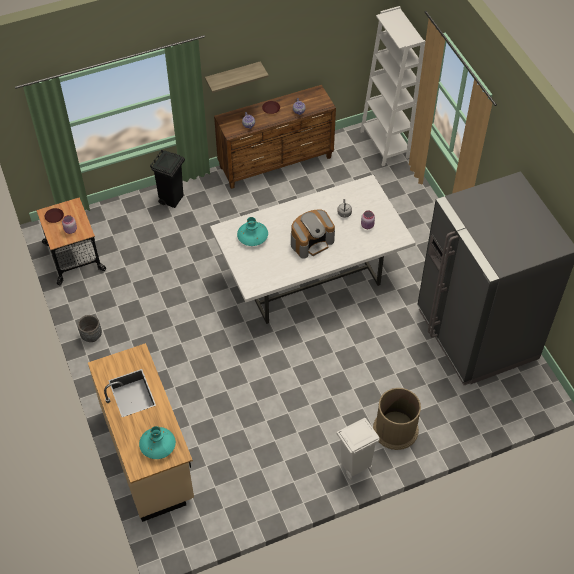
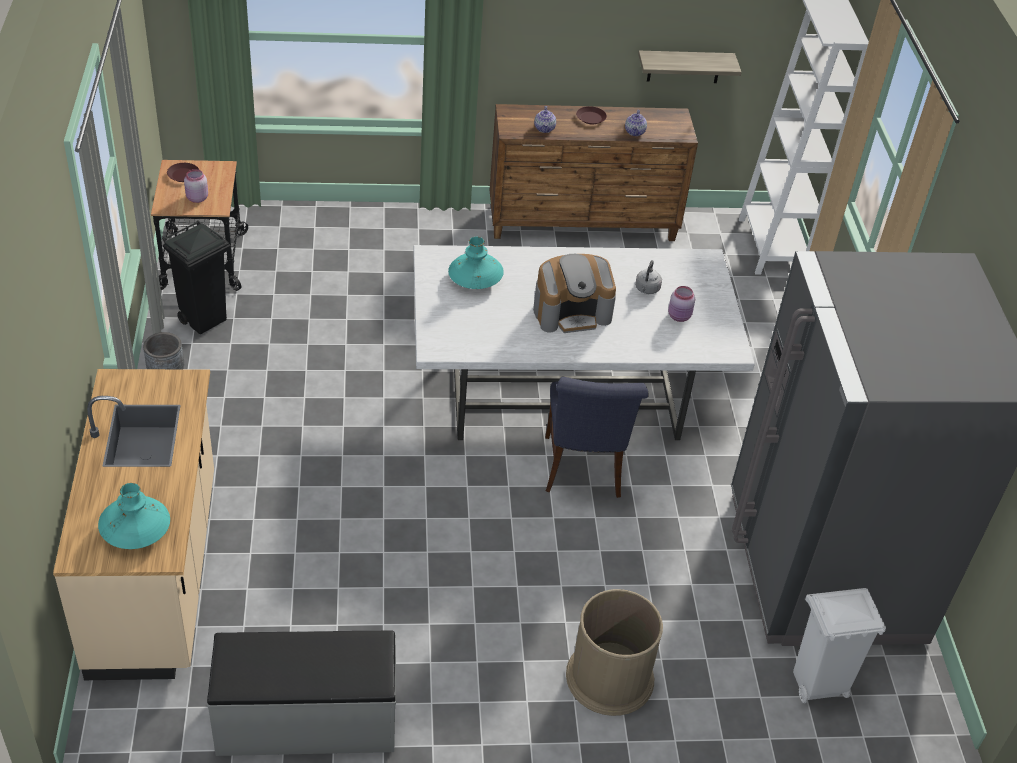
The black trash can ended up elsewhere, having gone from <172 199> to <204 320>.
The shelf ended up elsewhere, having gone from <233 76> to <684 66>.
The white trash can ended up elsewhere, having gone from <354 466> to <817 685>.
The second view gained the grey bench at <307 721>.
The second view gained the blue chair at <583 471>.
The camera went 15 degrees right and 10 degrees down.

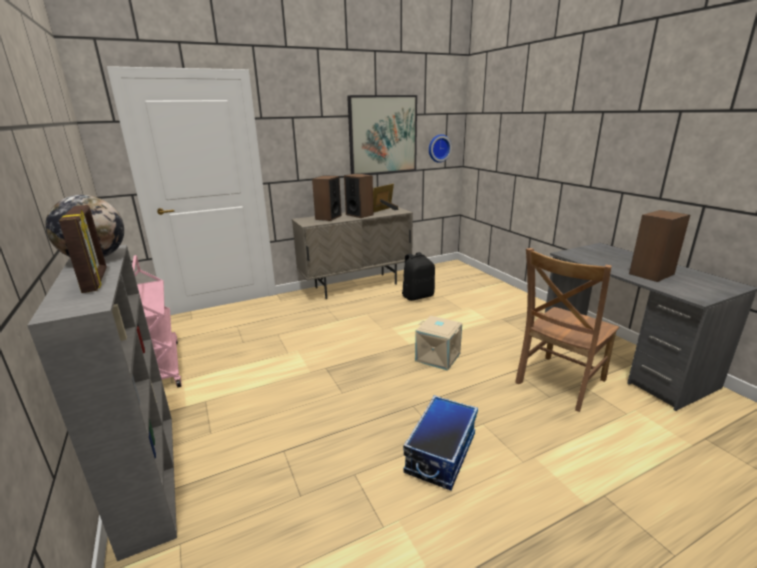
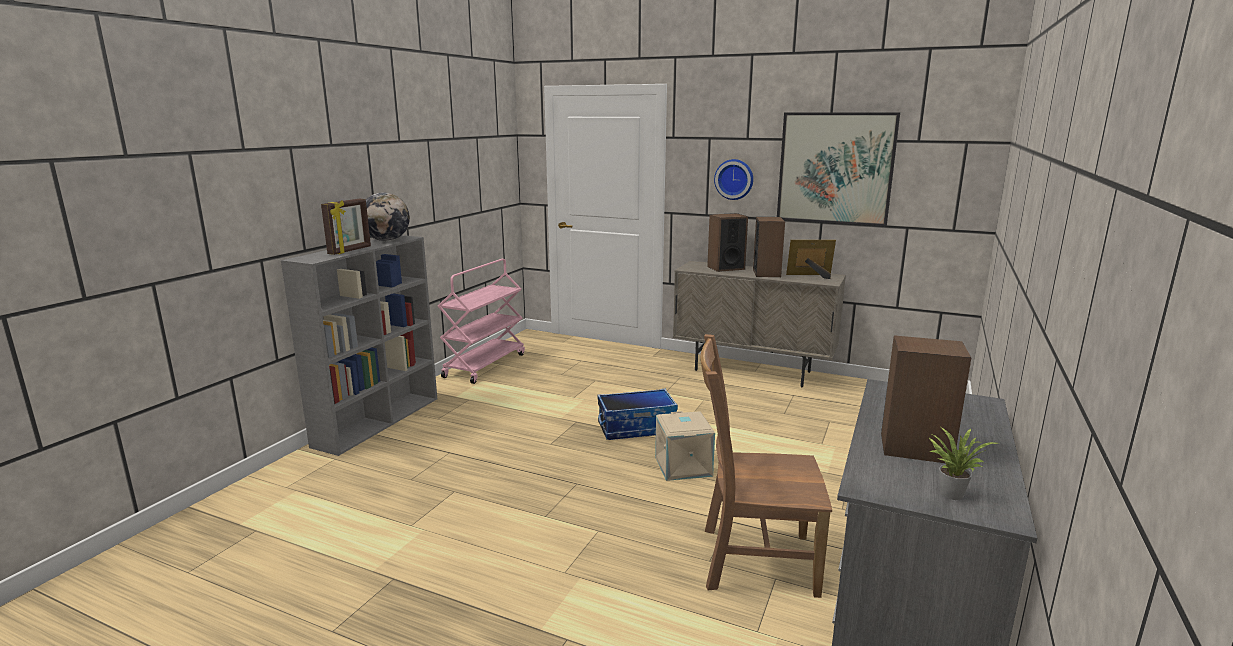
The second view lost the black backpack at <417 296>.
The storage box ended up elsewhere, having gone from <440 453> to <636 428>.
The wall clock ended up elsewhere, having gone from <438 148> to <734 179>.
The second view gained the potted plant at <950 492>.
The camera went 50 degrees right and 5 degrees down.

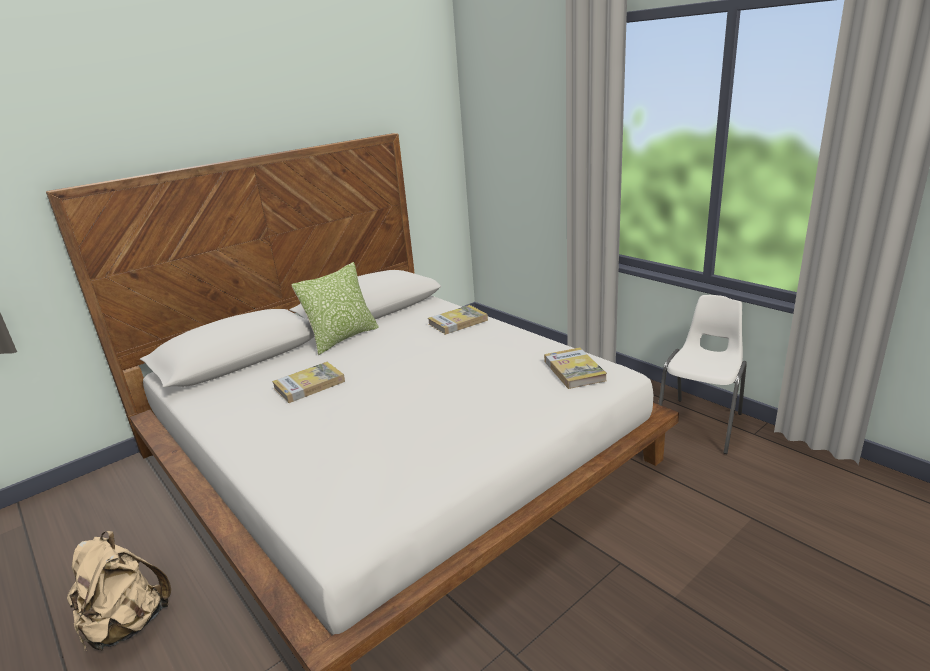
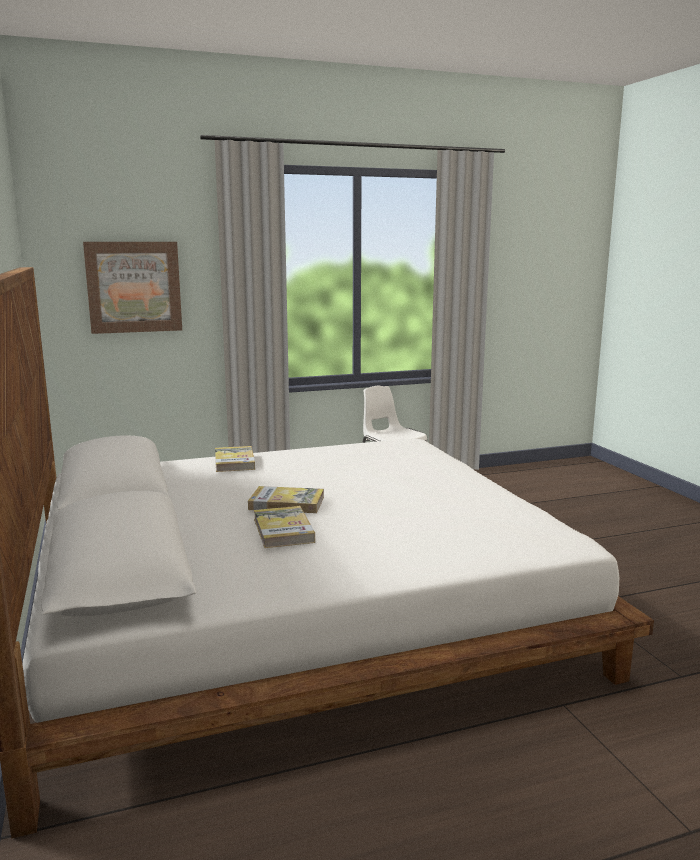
The second view lost the beige backpack at <127 624>.
The second view lost the pillow at <343 338>.
The book ended up elsewhere, having gone from <574 370> to <286 503>.
The second view gained the picture at <134 287>.
The camera went 70 degrees left and 10 degrees down.

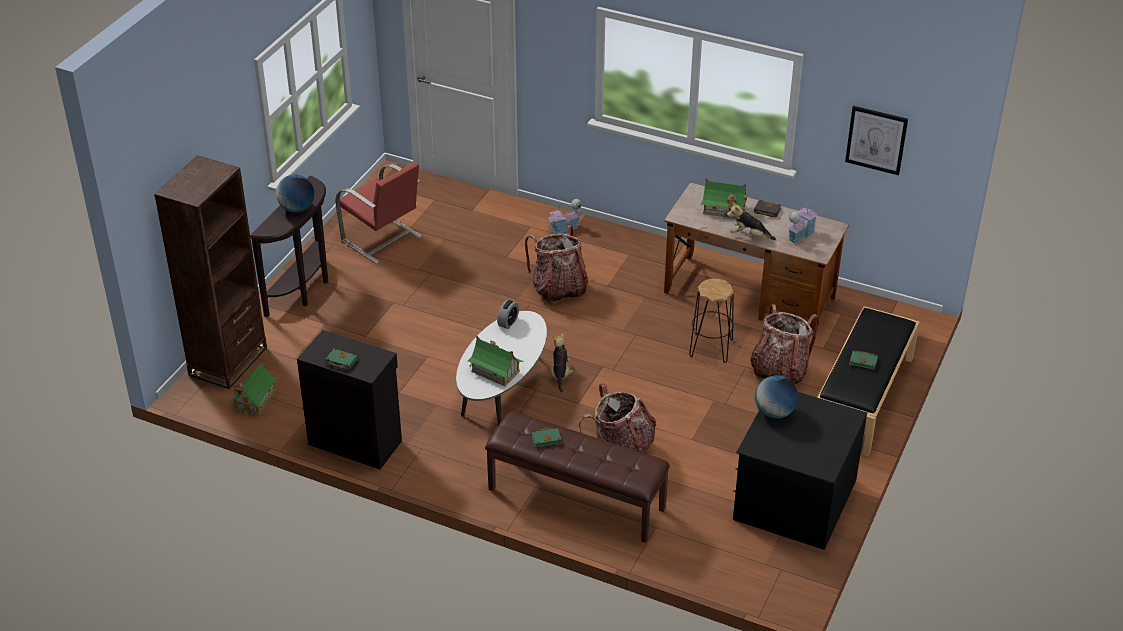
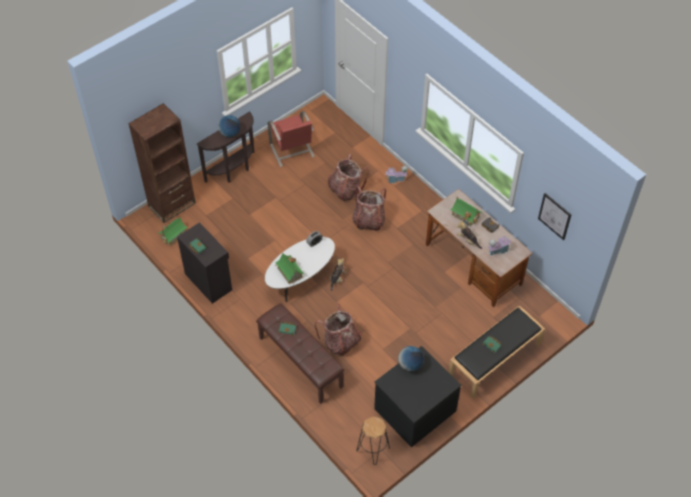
The black stool ended up elsewhere, having gone from <710 348> to <372 449>.
The backpack ended up elsewhere, having gone from <779 370> to <345 189>.
The camera went 25 degrees right and 15 degrees up.

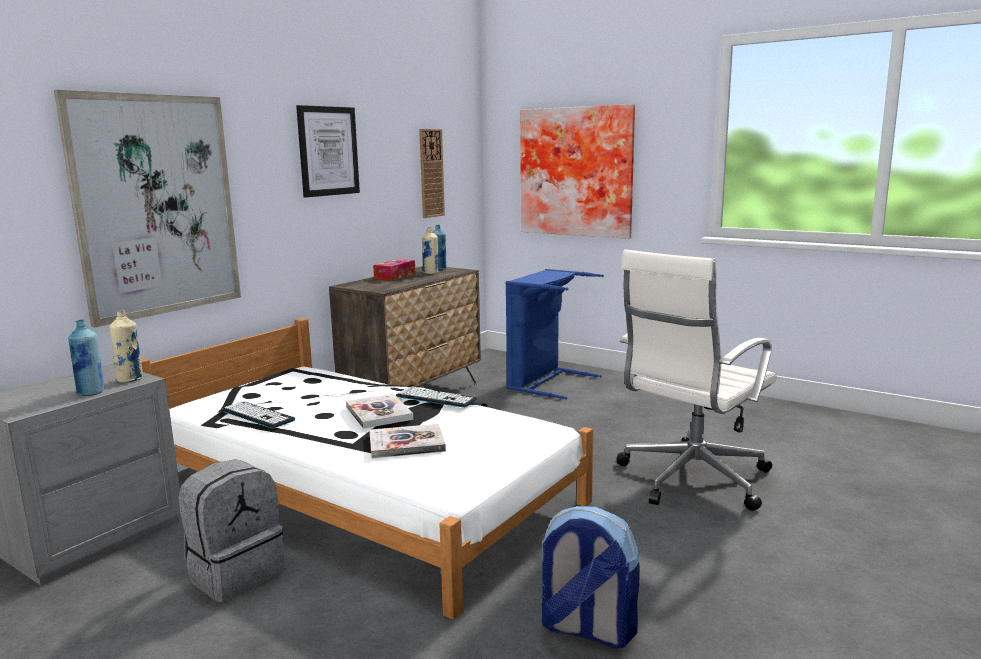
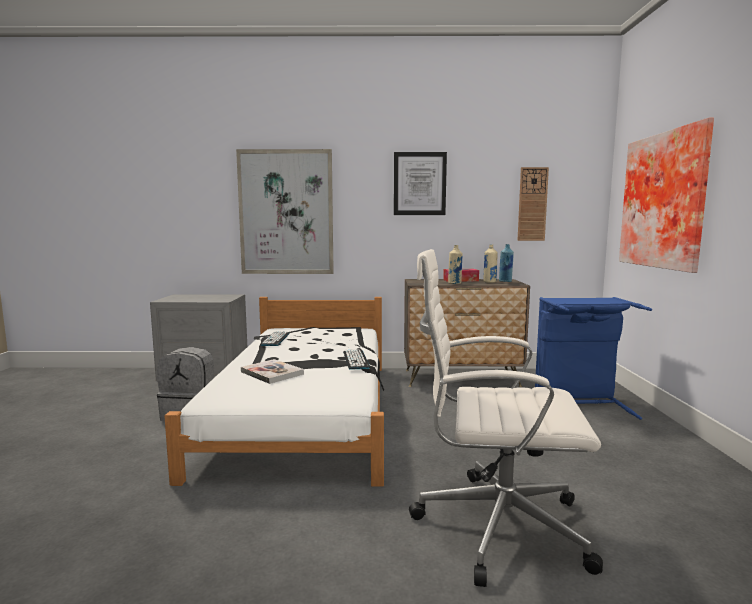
The second view lost the blue bottle at <91 392>.
The beige bottle ended up elsewhere, having gone from <130 379> to <454 283>.
The second view lost the book at <379 413>.
The second view lost the backpack at <586 629>.
The camera went 55 degrees right and 5 degrees down.

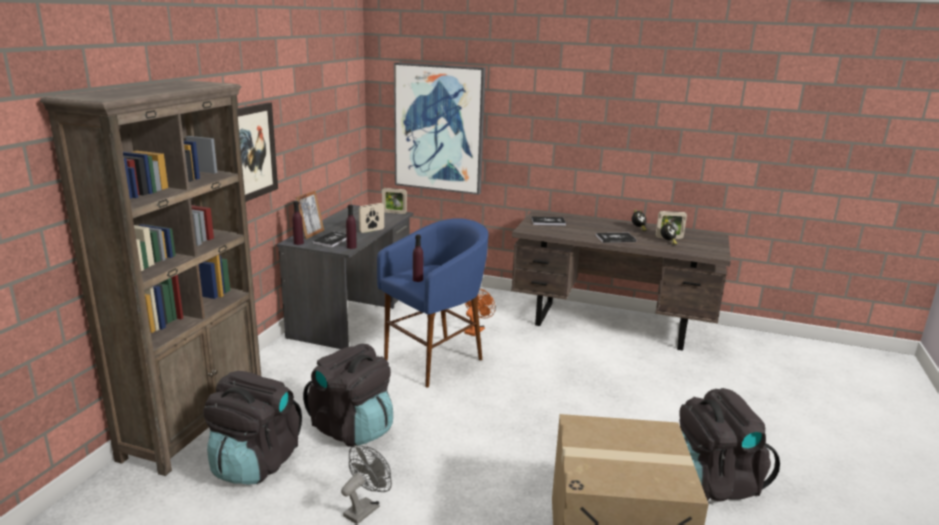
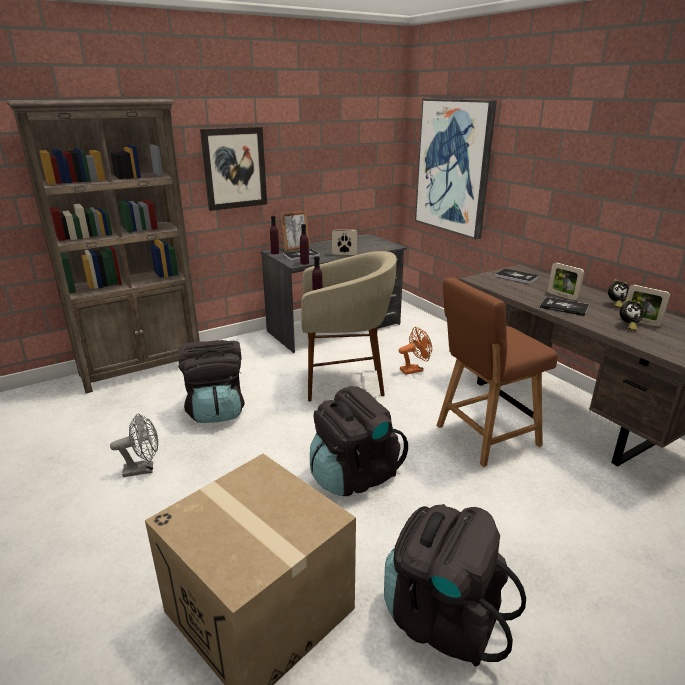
The black backpack ended up elsewhere, having gone from <255 462> to <354 475>.
What was the blue stool at <435 360> turned into the beige stool at <345 383>.
The picture frame ended up elsewhere, having gone from <394 212> to <562 296>.
The second view gained the brown chair at <483 437>.
The camera went 40 degrees right and 5 degrees up.

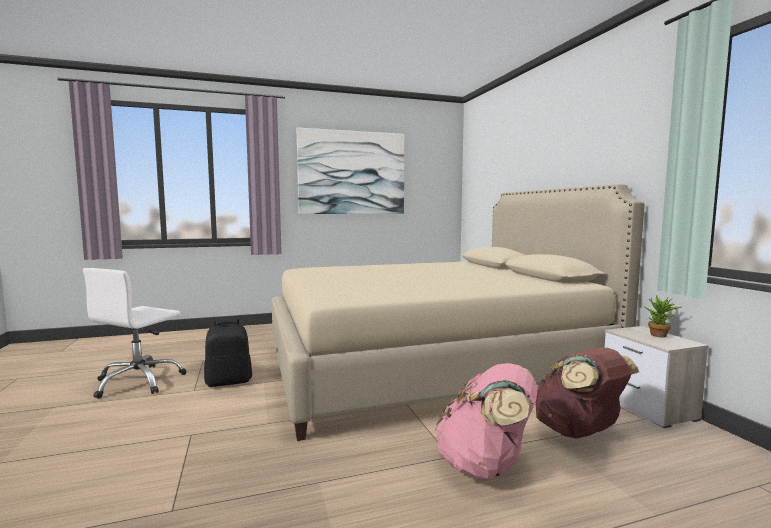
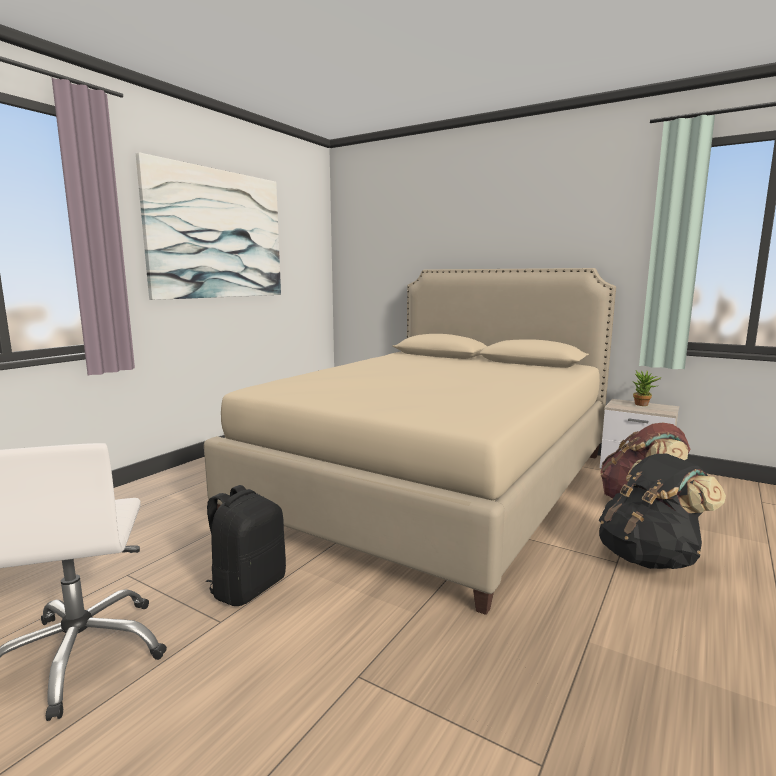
What was the pink backpack at <485 466> turned into the black backpack at <649 557>.
The camera went 40 degrees left and 5 degrees up.

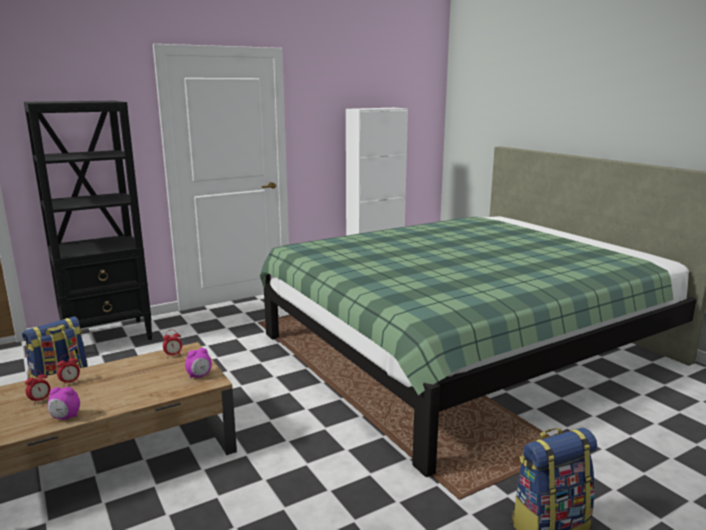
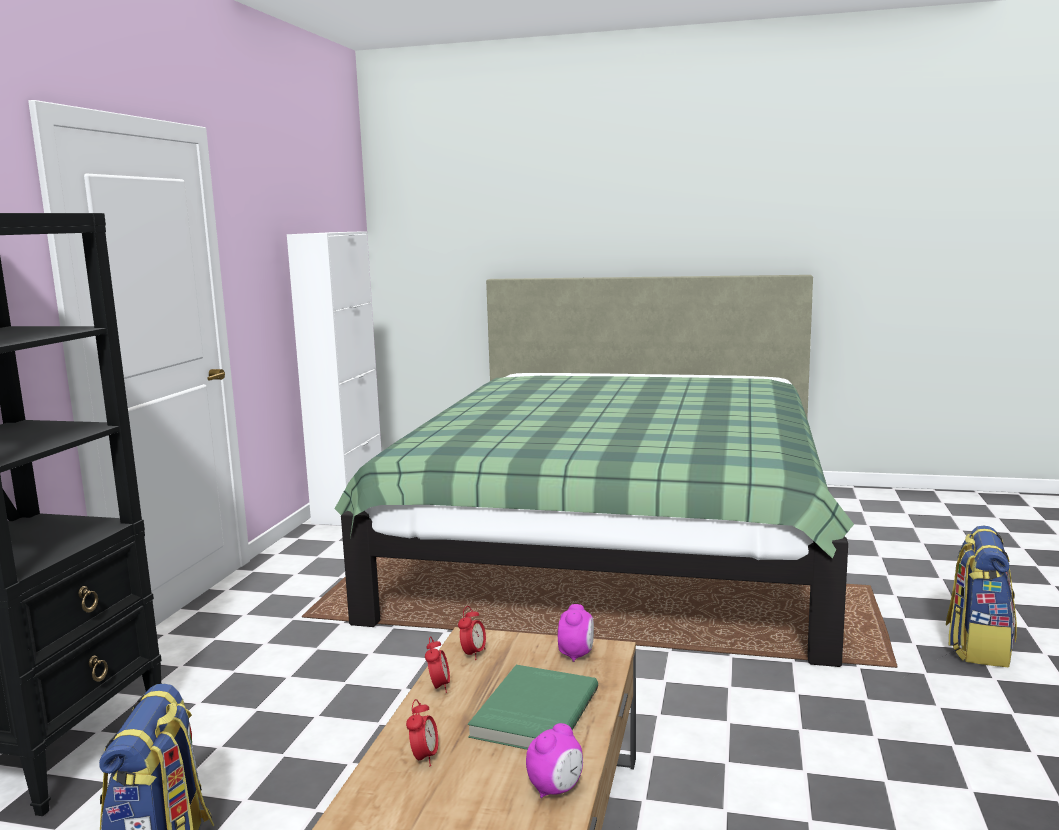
The alarm clock ended up elsewhere, having gone from <40 400> to <439 687>.
The second view gained the green book at <533 712>.
The camera went 45 degrees left and 5 degrees down.

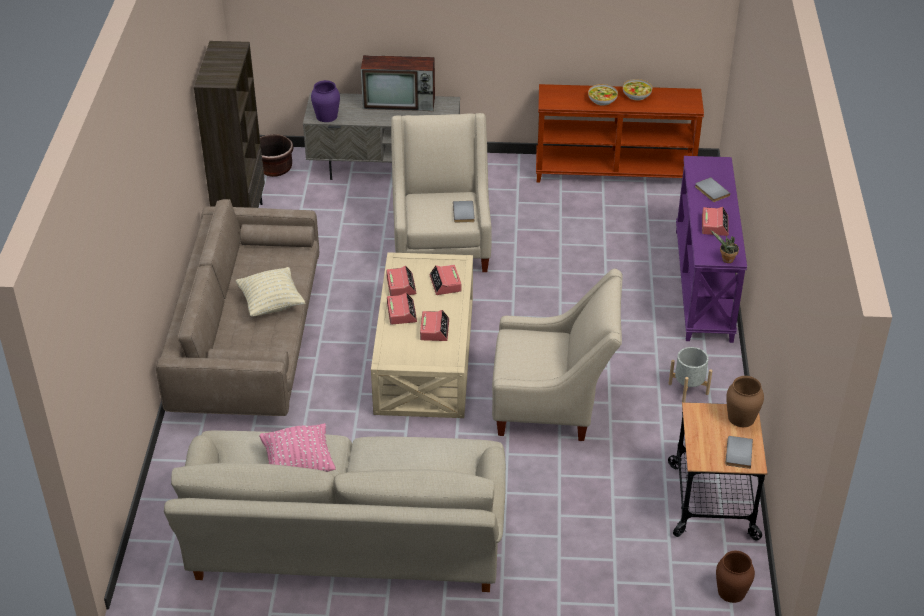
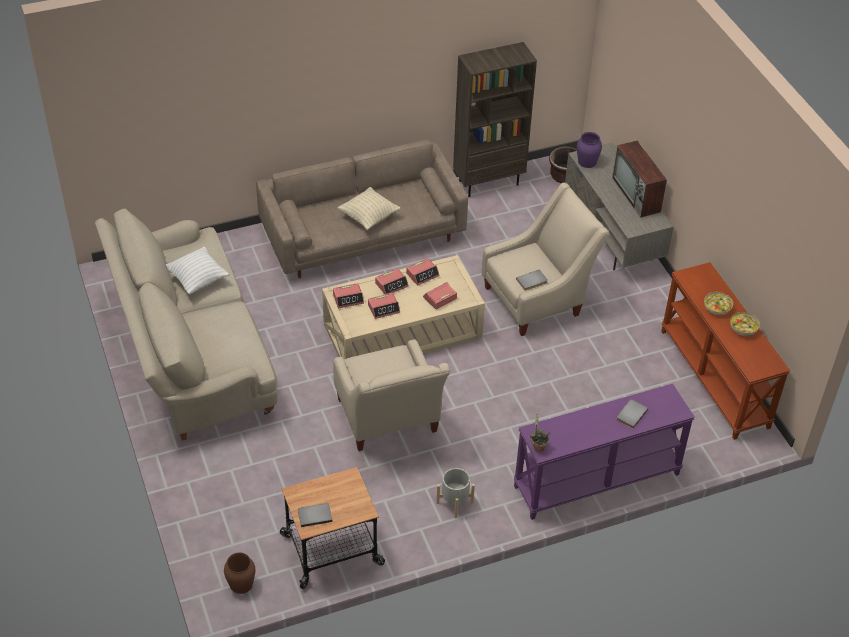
What was the pink pillow at <298 464> turned into the white pillow at <198 280>.
The alarm clock ended up elsewhere, having gone from <714 225> to <348 298>.
The second view lost the brown vase at <741 417>.
The camera went 65 degrees right and 5 degrees up.

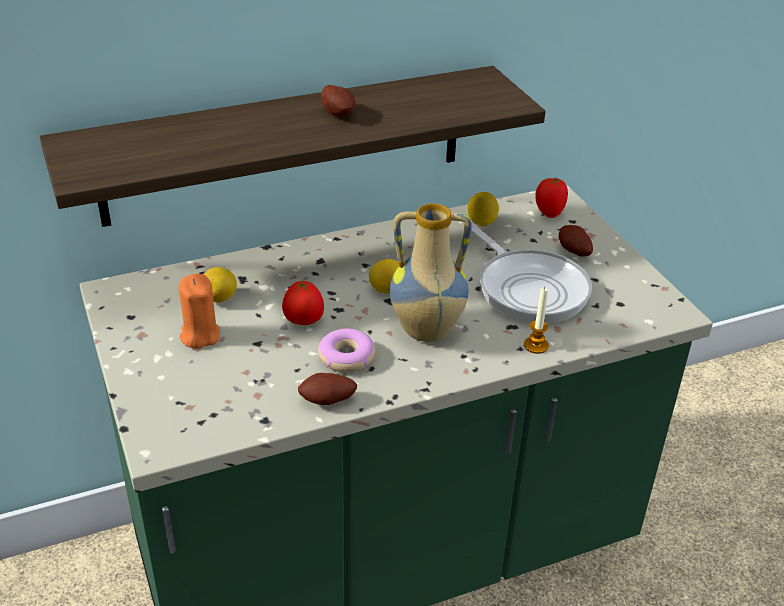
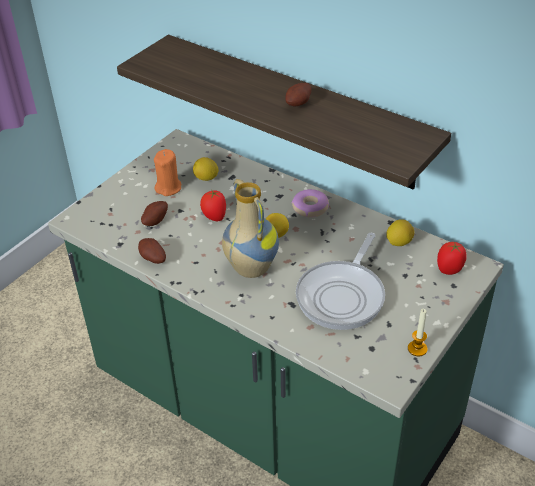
The donut ended up elsewhere, having gone from <346 357> to <310 207>.
The candle ended up elsewhere, having gone from <536 345> to <417 349>.
The potato ended up elsewhere, having gone from <573 252> to <154 220>.
The camera went 60 degrees right and 5 degrees up.

